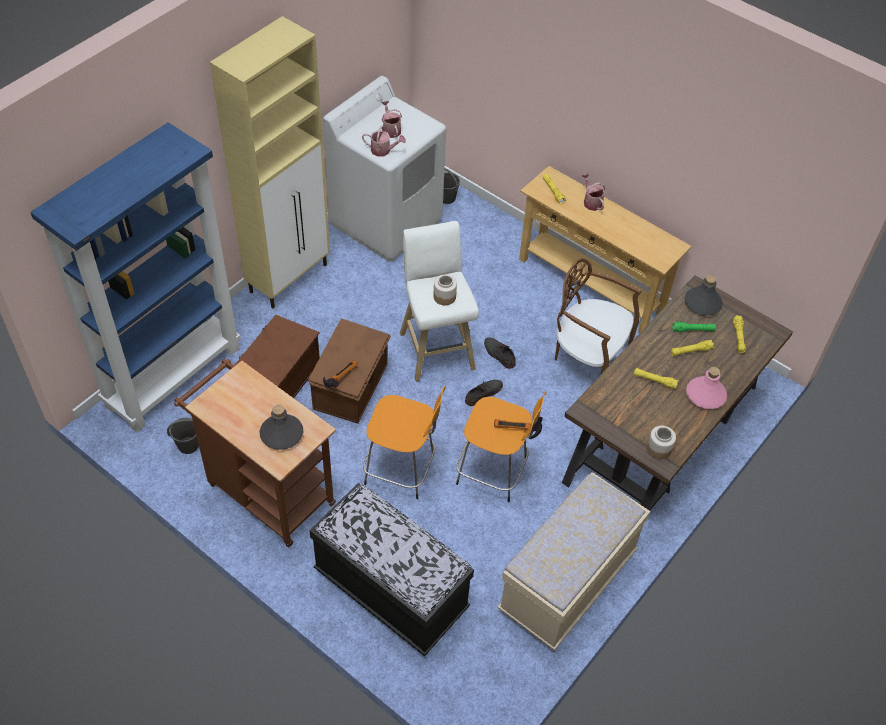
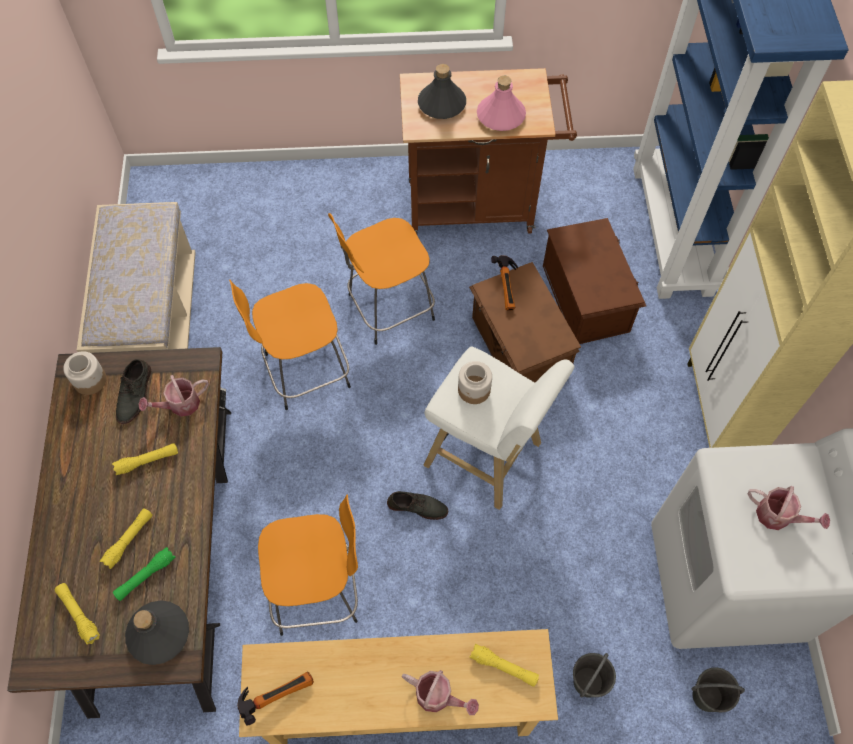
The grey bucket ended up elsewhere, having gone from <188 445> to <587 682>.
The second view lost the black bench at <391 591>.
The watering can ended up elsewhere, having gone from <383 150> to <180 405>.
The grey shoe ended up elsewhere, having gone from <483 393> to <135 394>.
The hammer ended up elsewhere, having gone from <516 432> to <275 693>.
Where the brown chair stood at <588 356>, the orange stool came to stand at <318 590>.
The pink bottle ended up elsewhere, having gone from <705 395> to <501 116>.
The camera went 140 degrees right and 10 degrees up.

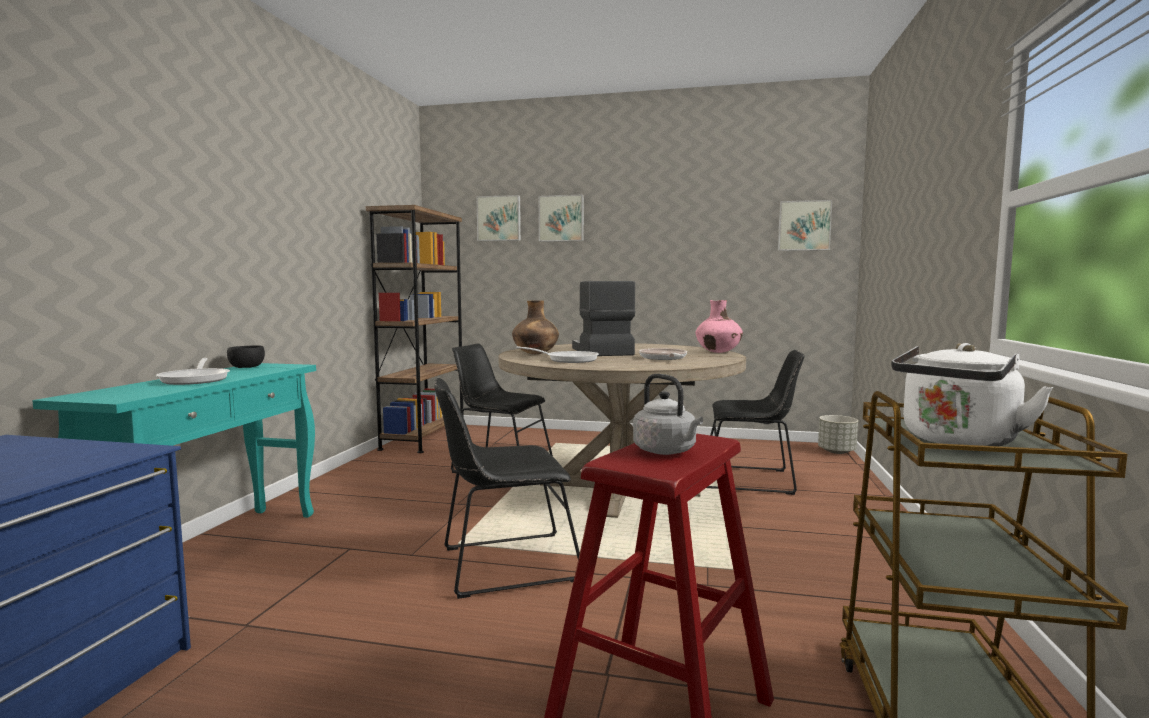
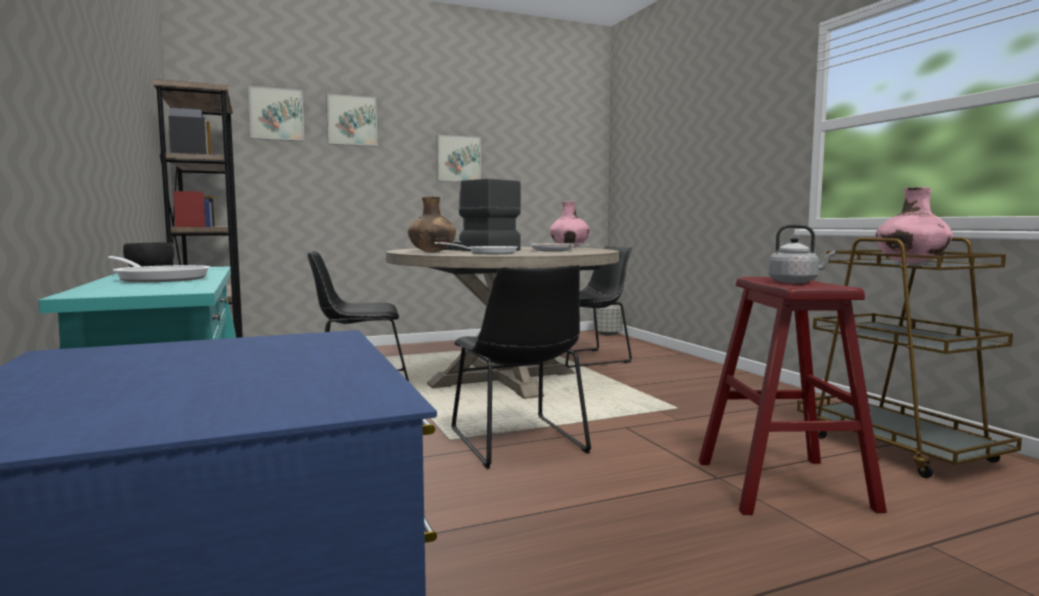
The black chair at <503 565> ended up facing another way, 60 degrees counterclockwise from before.
The picture ended up elsewhere, having gone from <804 226> to <458 159>.
Where the white kettle stood at <957 441>, the pink vase came to stand at <910 263>.
The camera went 35 degrees left and 0 degrees up.

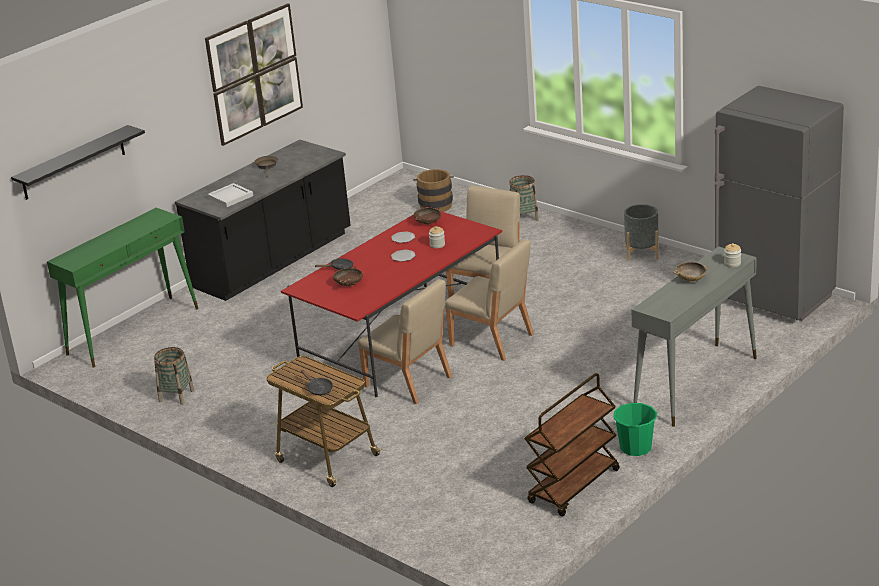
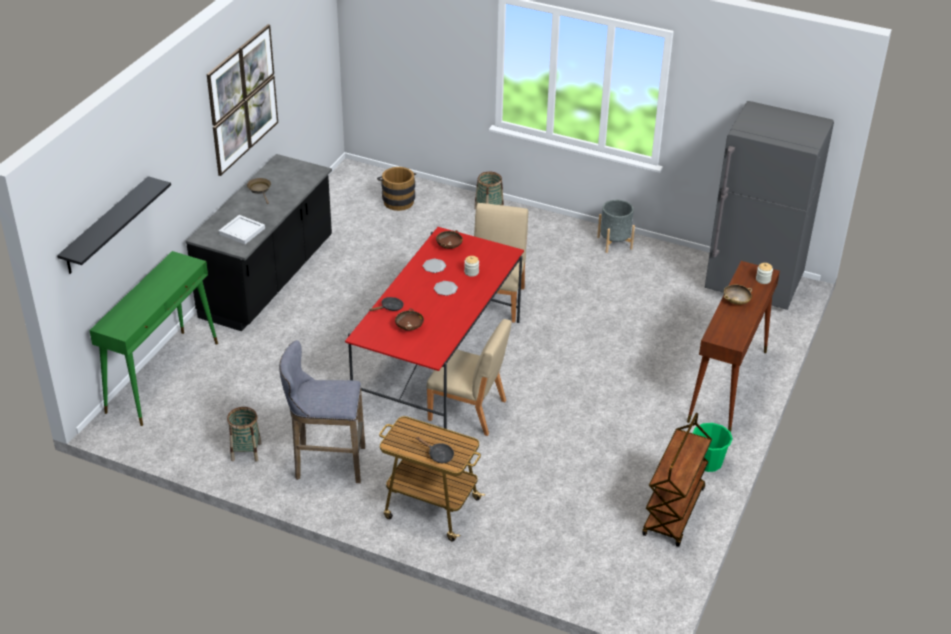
The second view lost the beige chair at <492 340>.
What was the grey console table at <695 384> turned into the brown console table at <727 386>.
The second view gained the grey stool at <326 464>.
The camera went 20 degrees left and 10 degrees up.

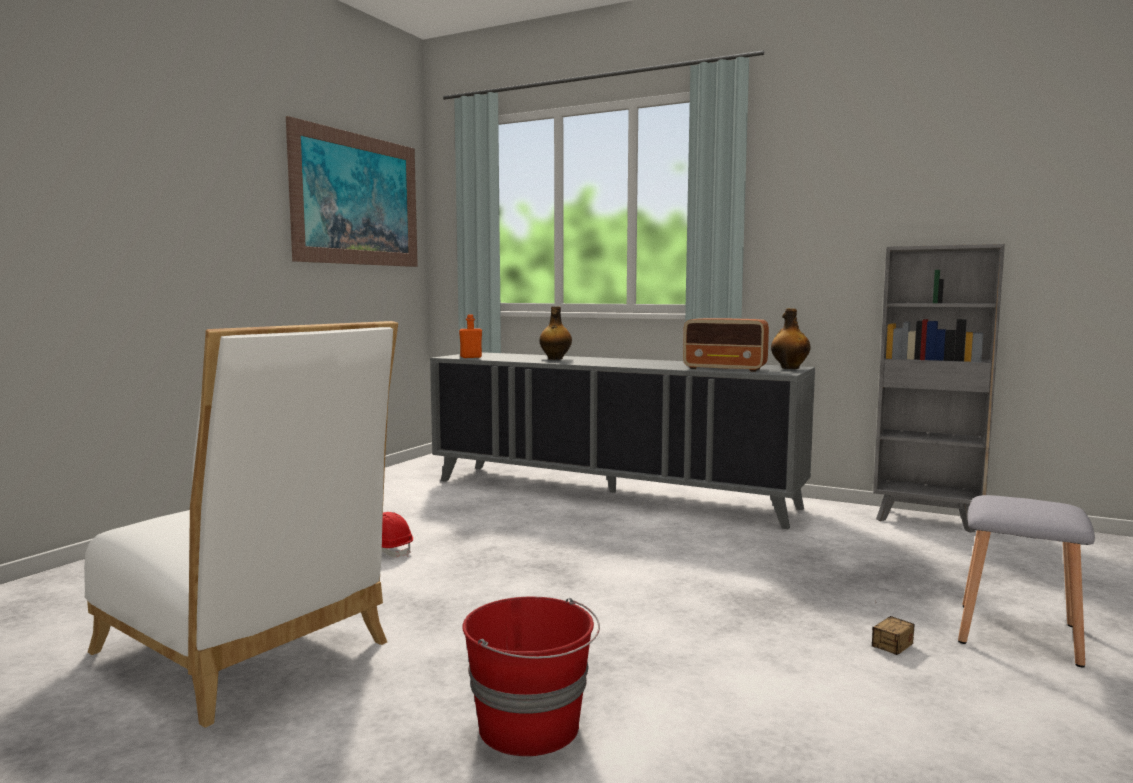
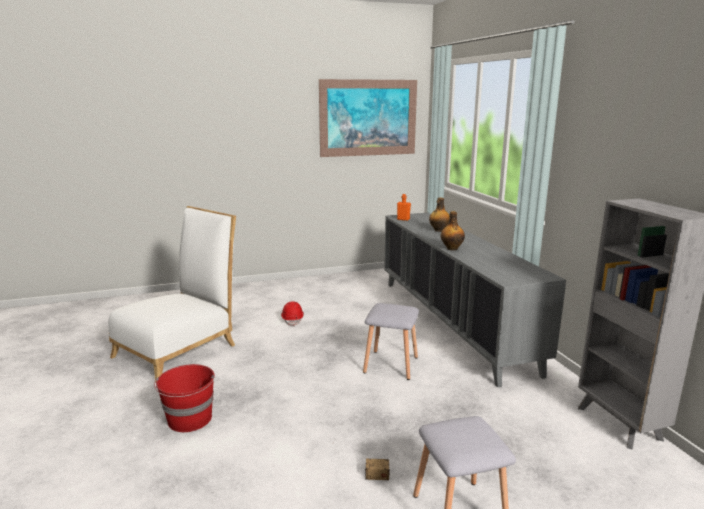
The white chair at <250 653> ended up facing another way, 135 degrees counterclockwise from before.
The second view lost the radio at <725 369>.
The bottle ended up elsewhere, having gone from <789 368> to <452 248>.
The second view gained the grey stool at <390 364>.
The camera went 45 degrees right and 10 degrees up.

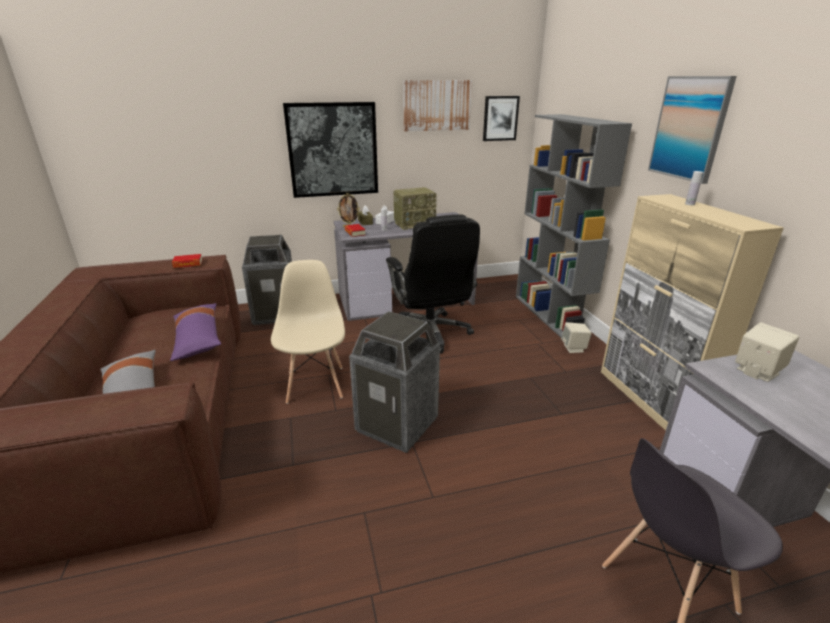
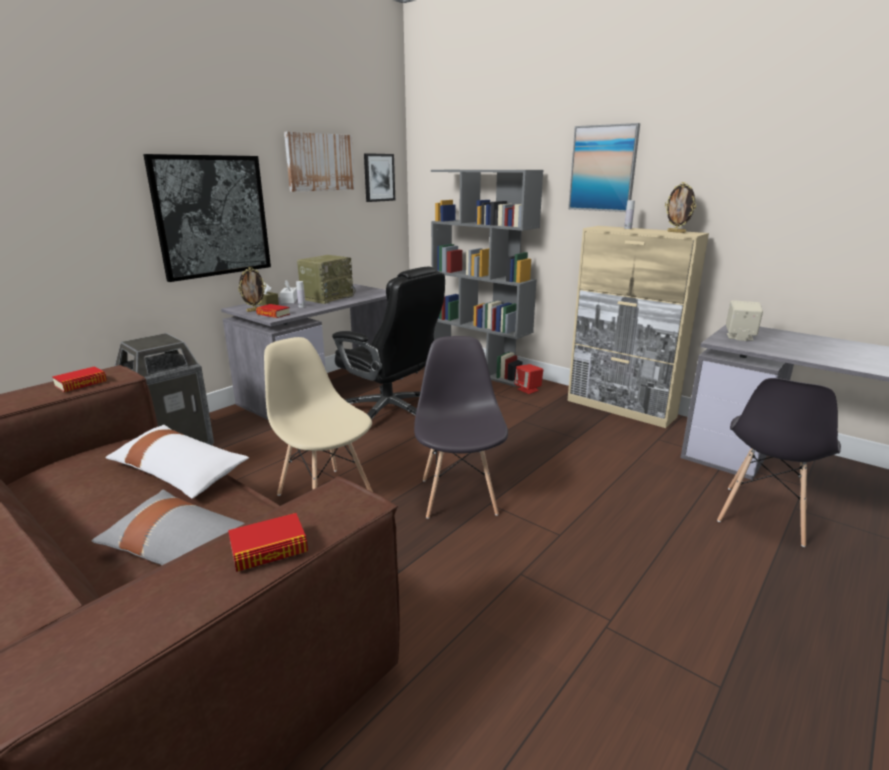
What was the purple pillow at <198 339> turned into the white pillow at <179 472>.
Where the trash can stood at <397 425>, the grey chair came to stand at <459 495>.
What was the beige speaker at <574 348> turned into the red speaker at <528 390>.
The second view gained the book at <269 549>.
The second view gained the picture frame at <676 232>.
The camera went 35 degrees left and 5 degrees down.

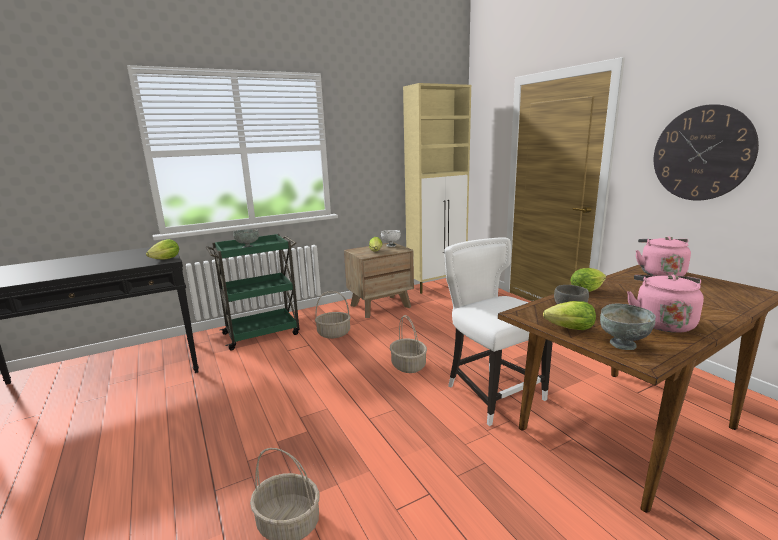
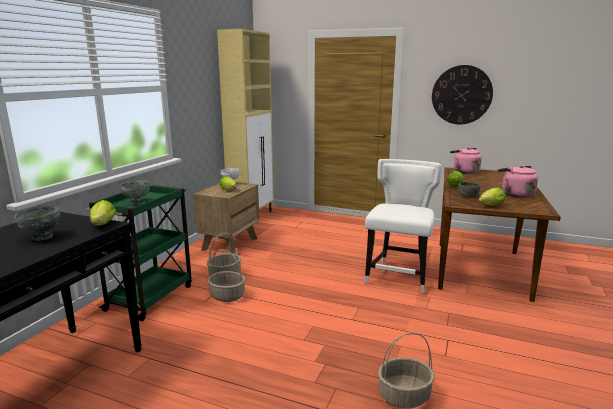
The basket ended up elsewhere, having gone from <409 366> to <227 296>.
The white chair at <492 393> ended up facing another way, 90 degrees clockwise from before.
The grey bowl ended up elsewhere, having gone from <623 345> to <42 237>.
The camera went 40 degrees left and 0 degrees up.

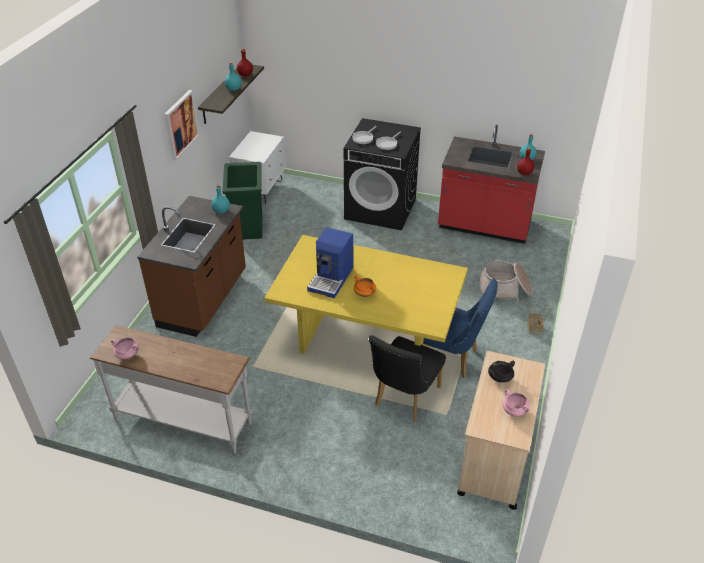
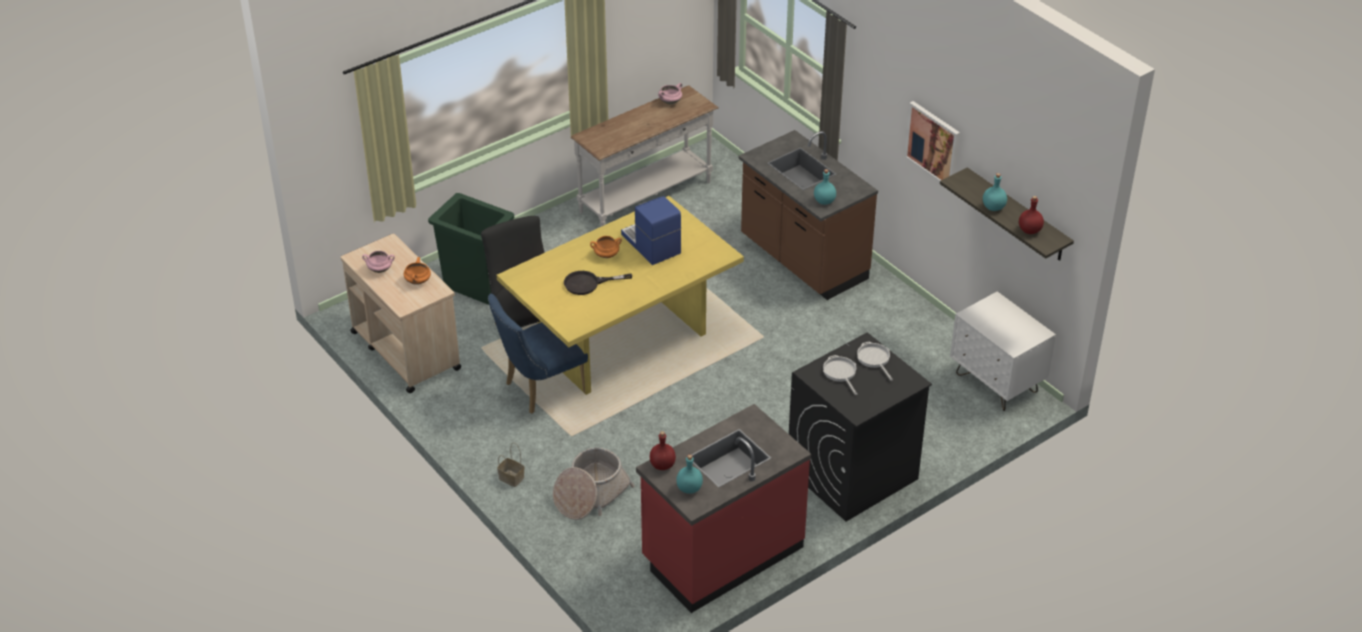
The green trash can ended up elsewhere, having gone from <247 228> to <477 284>.
What was the black cooking pot at <500 378> turned into the orange cooking pot at <418 281>.
The second view gained the black frying pan at <588 283>.
The camera went 125 degrees right and 0 degrees up.

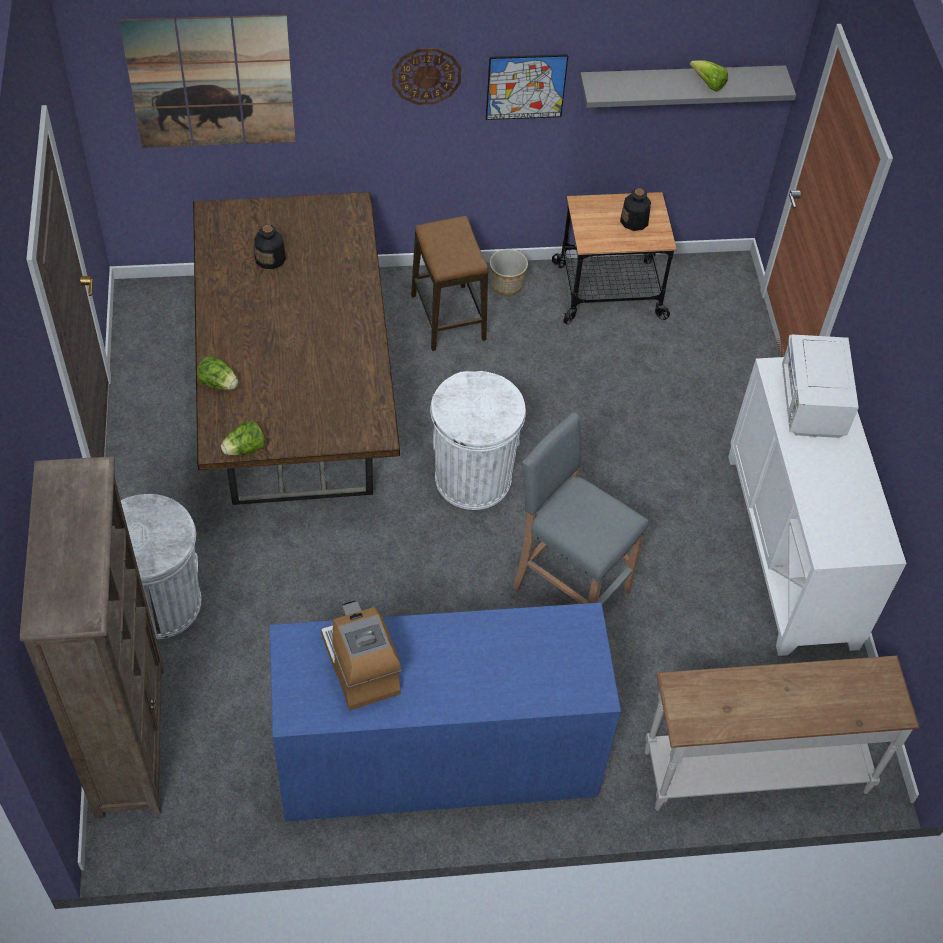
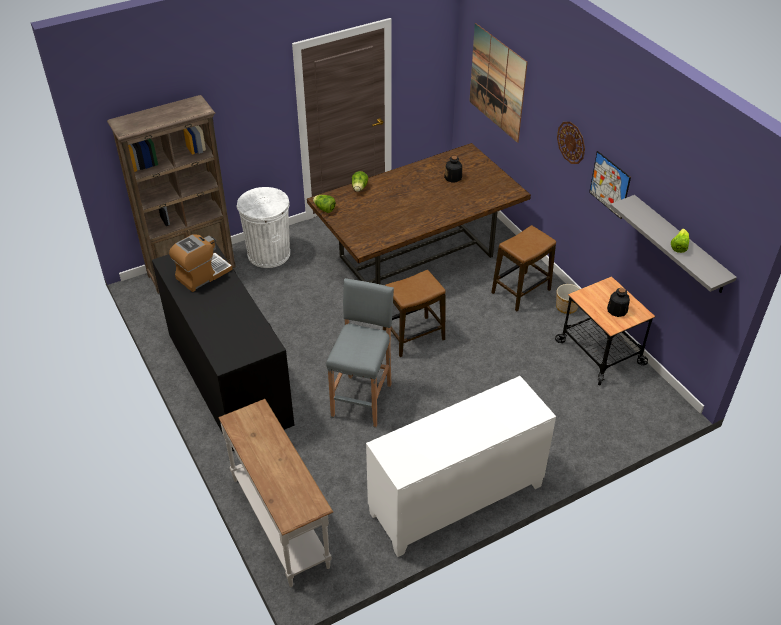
What was the blue dresser at <437 756> turned into the black dresser at <229 378>.
Where the white trash can stood at <473 479>, the stool came to stand at <413 337>.
The second view lost the white microwave at <810 405>.
The camera went 70 degrees right and 10 degrees down.

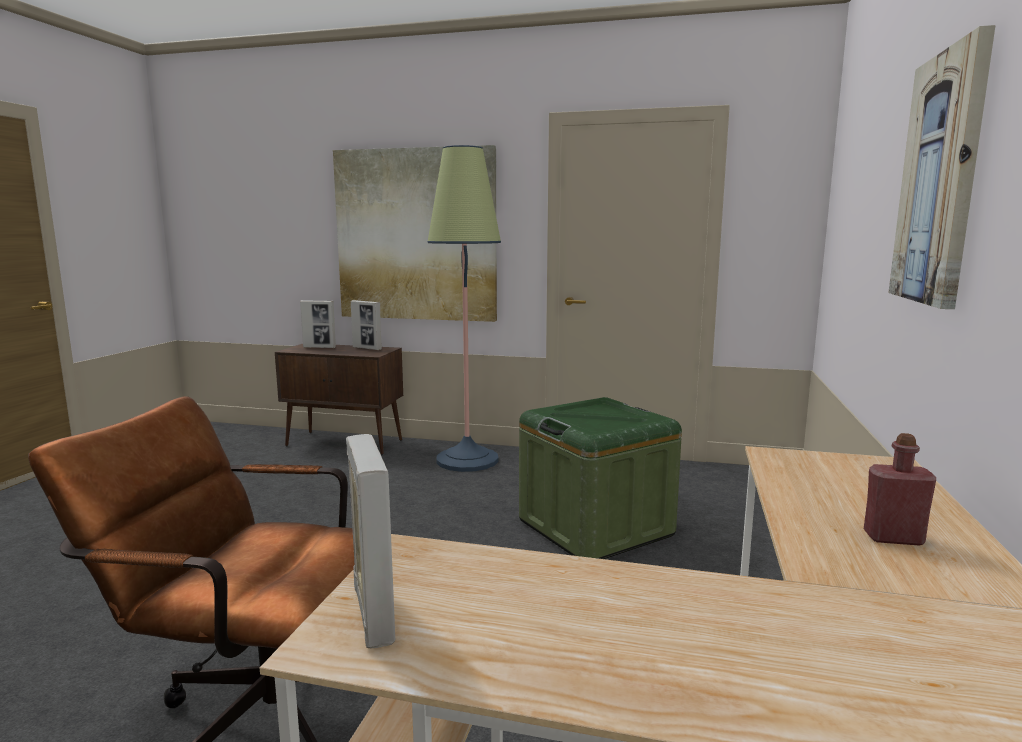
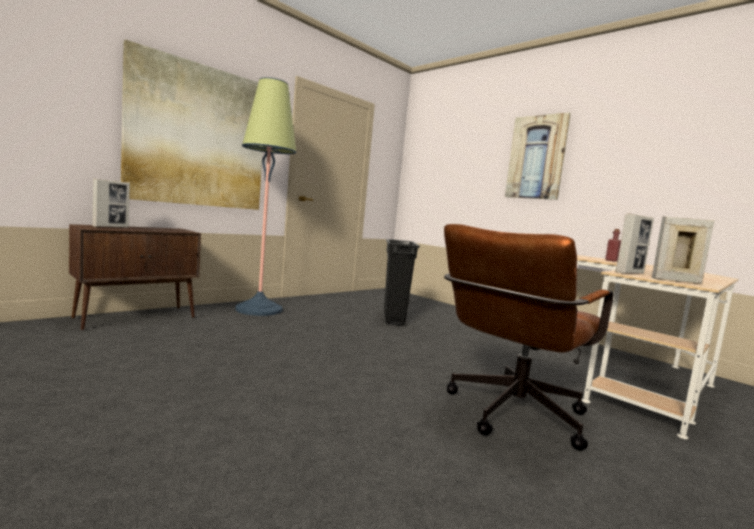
The picture frame ended up elsewhere, having gone from <367 348> to <629 273>.
Where the green storage box stood at <595 527>, the black trash can came to stand at <393 319>.
The camera went 60 degrees left and 5 degrees down.

